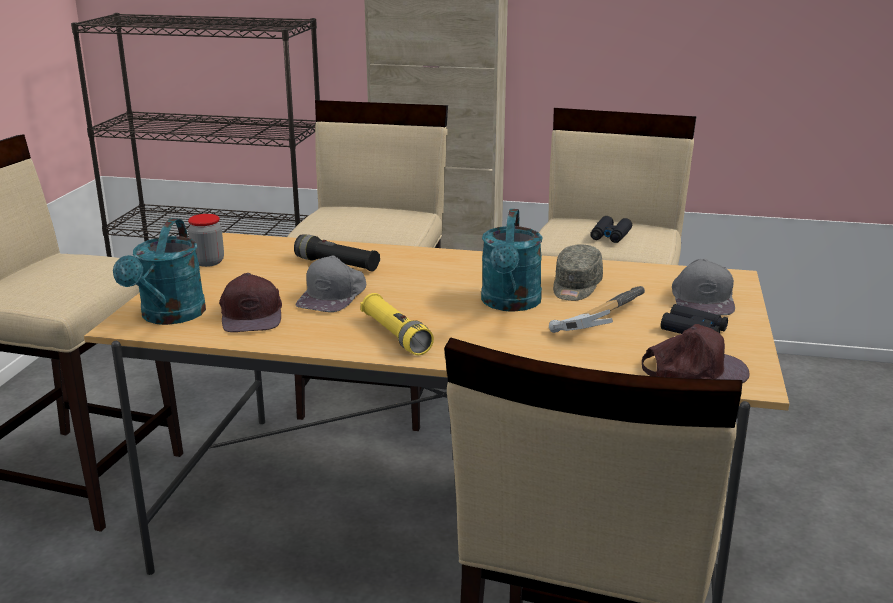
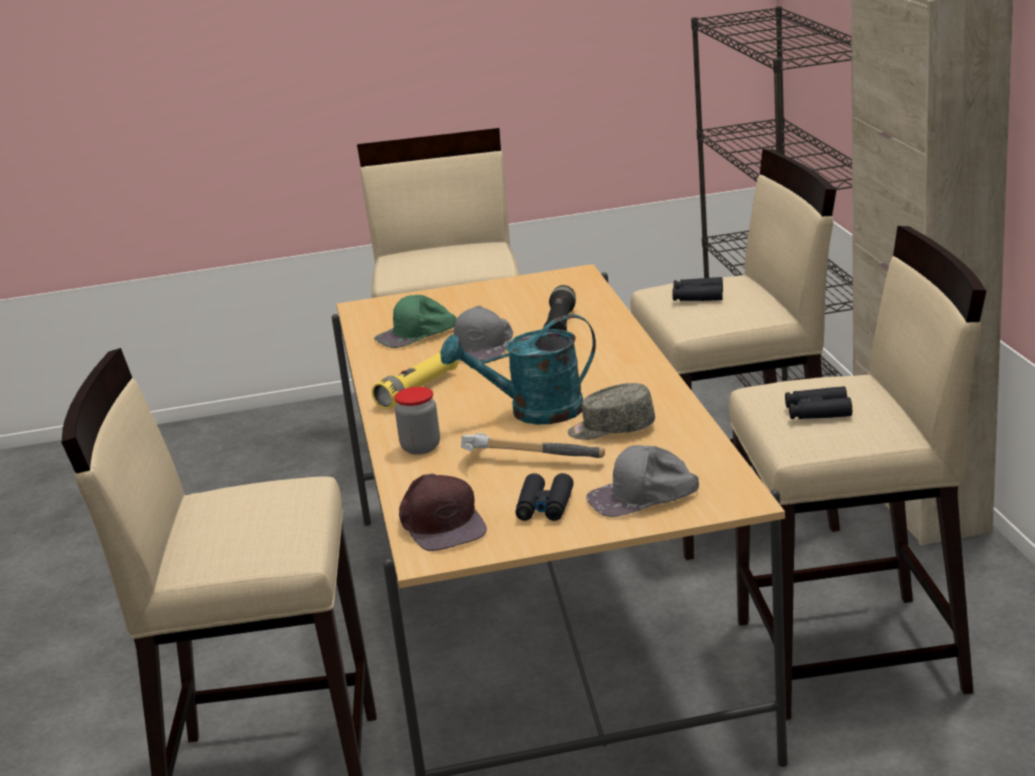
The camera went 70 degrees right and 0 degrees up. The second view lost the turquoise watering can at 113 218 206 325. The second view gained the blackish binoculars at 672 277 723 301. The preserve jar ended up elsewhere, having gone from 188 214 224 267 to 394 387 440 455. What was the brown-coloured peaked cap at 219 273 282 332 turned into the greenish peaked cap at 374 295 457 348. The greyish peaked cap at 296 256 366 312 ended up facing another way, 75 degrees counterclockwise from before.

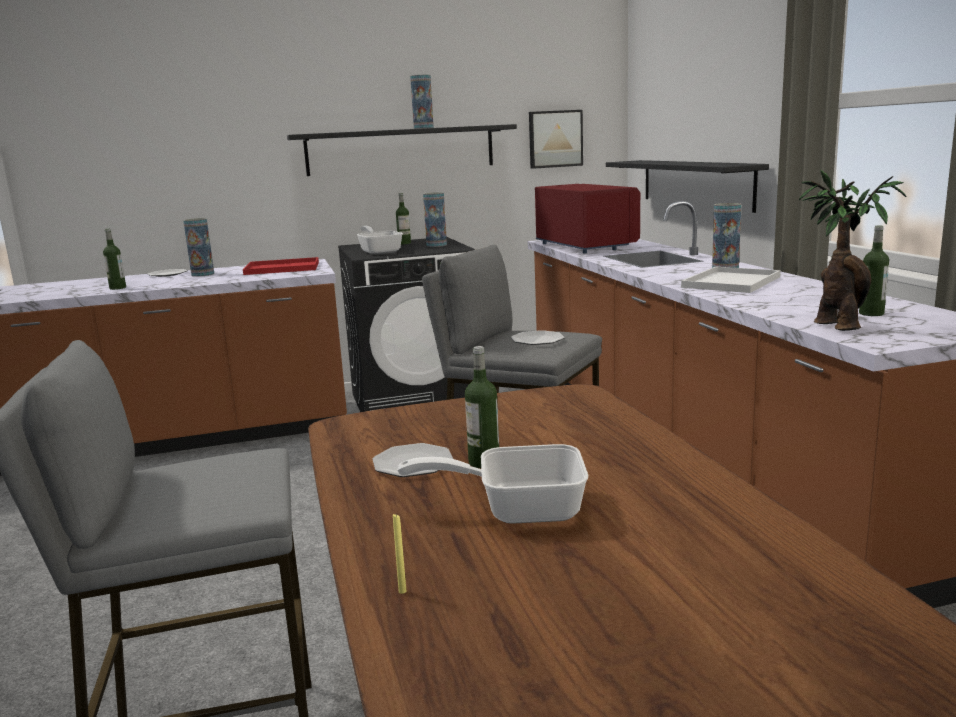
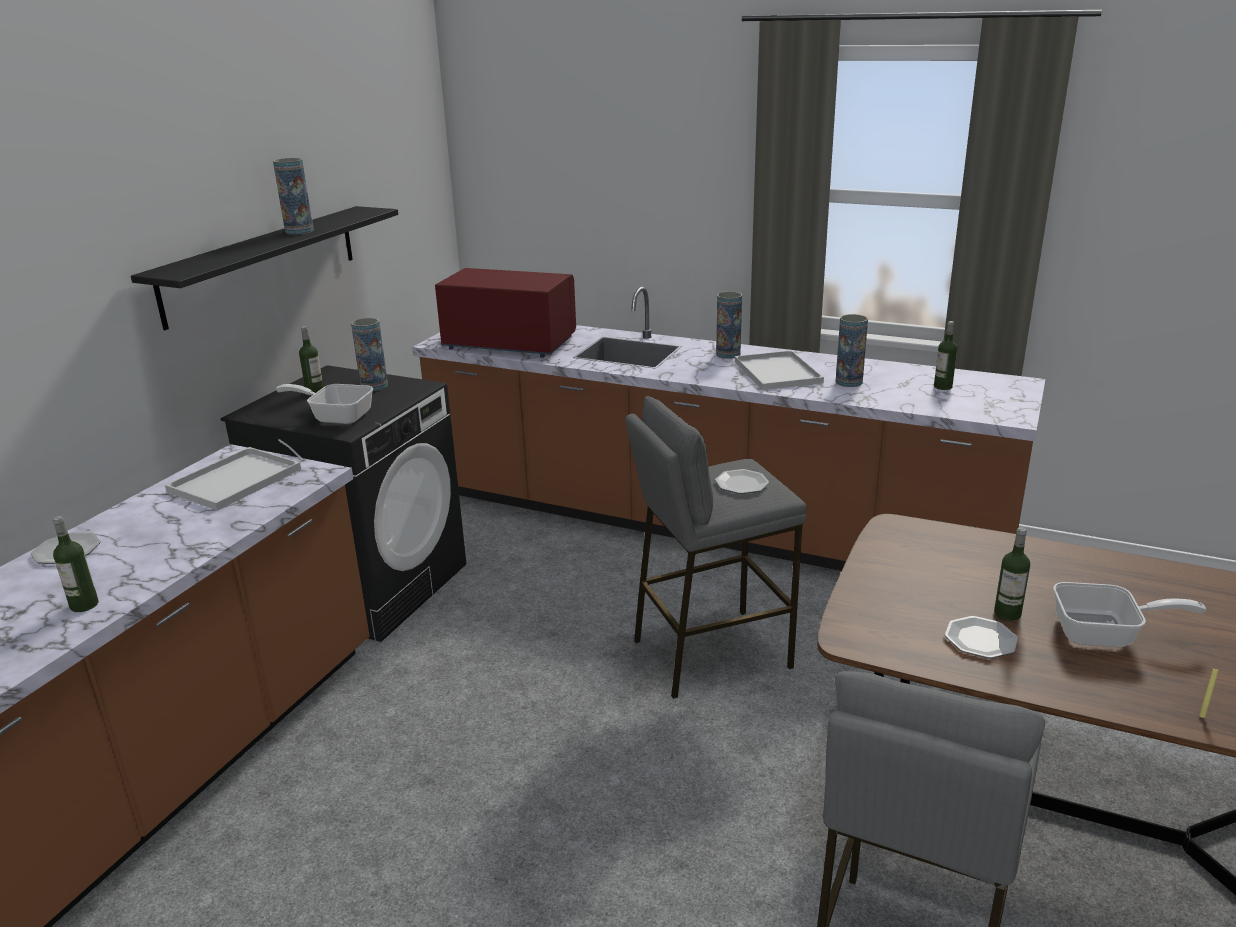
The camera went 50 degrees left and 10 degrees up. The second view lost the picture at 529 110 583 169. The second view lost the blackish shelf at 606 160 769 213. The second view lost the potted plant at 799 170 907 331. The flower vase ended up elsewhere, having gone from 183 218 214 277 to 836 314 868 387. What was the red serving tray at 243 257 319 275 turned into the white-coloured serving tray at 165 447 301 511. The pan at 398 444 588 524 ended up facing another way, 120 degrees counterclockwise from before.

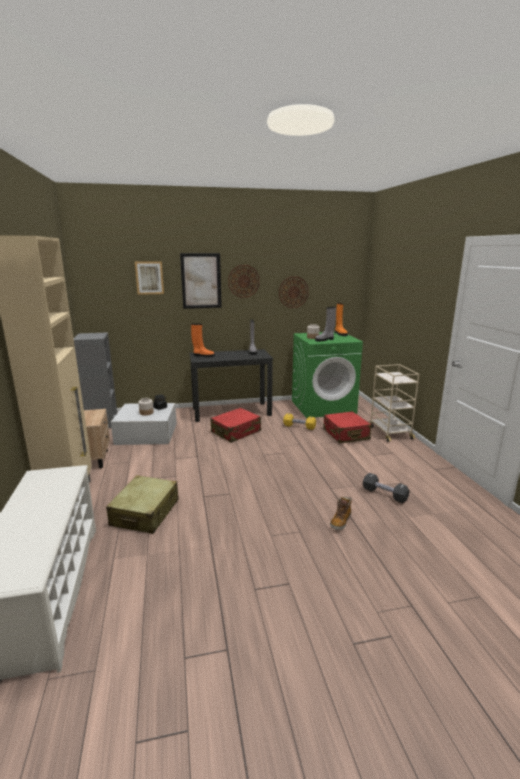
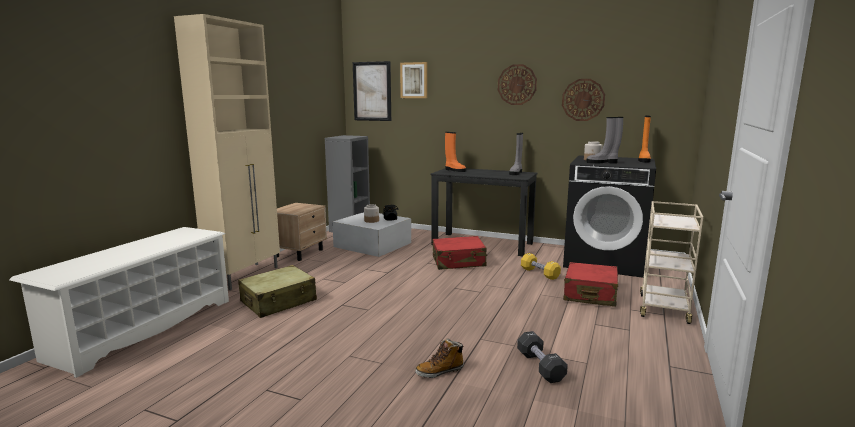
The camera went 35 degrees right and 5 degrees down. The picture ended up elsewhere, having gone from 180 253 222 309 to 353 61 391 121. What was the greenish laundry machine at 292 332 363 418 turned into the blackish laundry machine at 563 155 656 278.

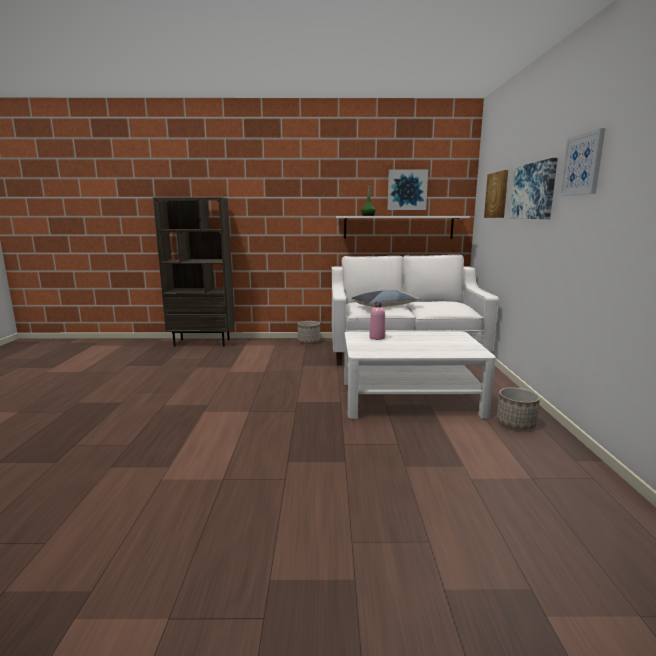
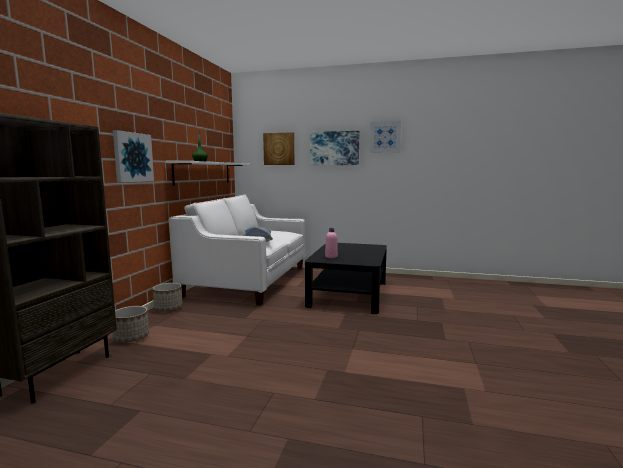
The camera went 75 degrees left and 5 degrees down. The picture ended up elsewhere, having gone from 387 170 428 210 to 113 130 154 182. The plant pot ended up elsewhere, having gone from 497 387 540 430 to 113 306 149 343. What was the white-coloured coffee table at 344 331 496 419 turned into the blackish coffee table at 305 243 387 314.

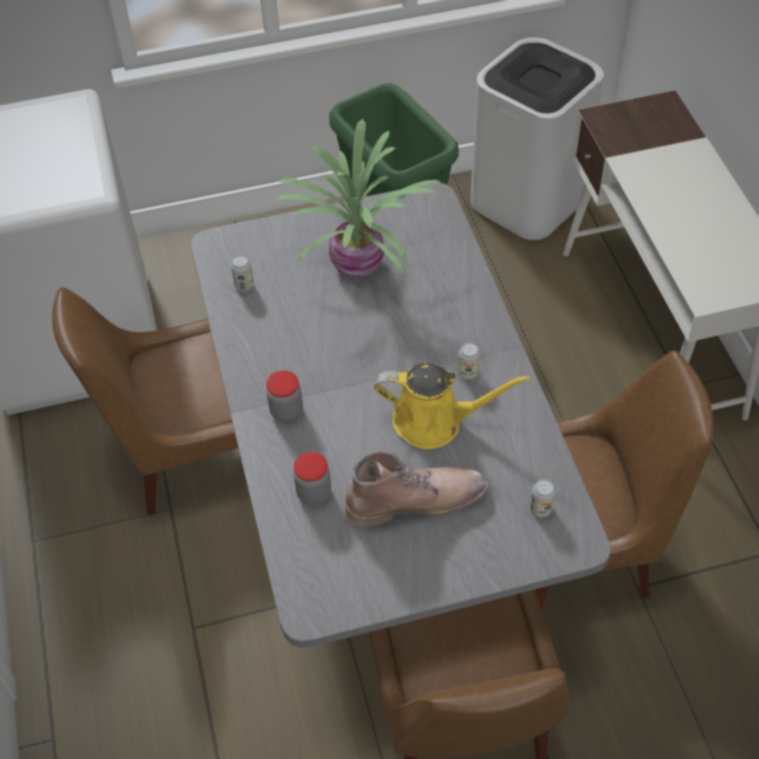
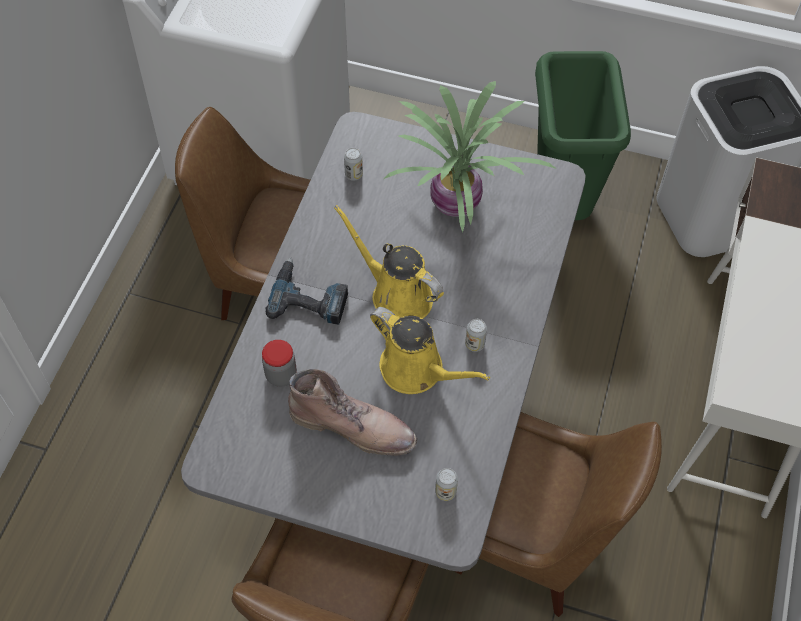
The camera went 30 degrees right and 5 degrees up. The second view gained the yellow watering can at 334 205 444 319. Where the preserve jar stood at 266 371 303 422, the electric drill came to stand at 266 257 348 325.

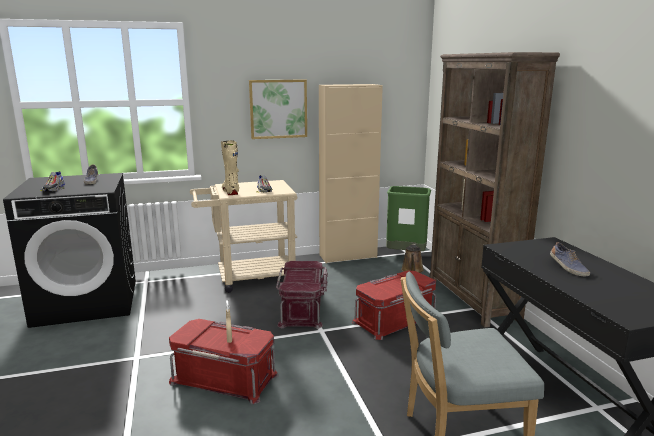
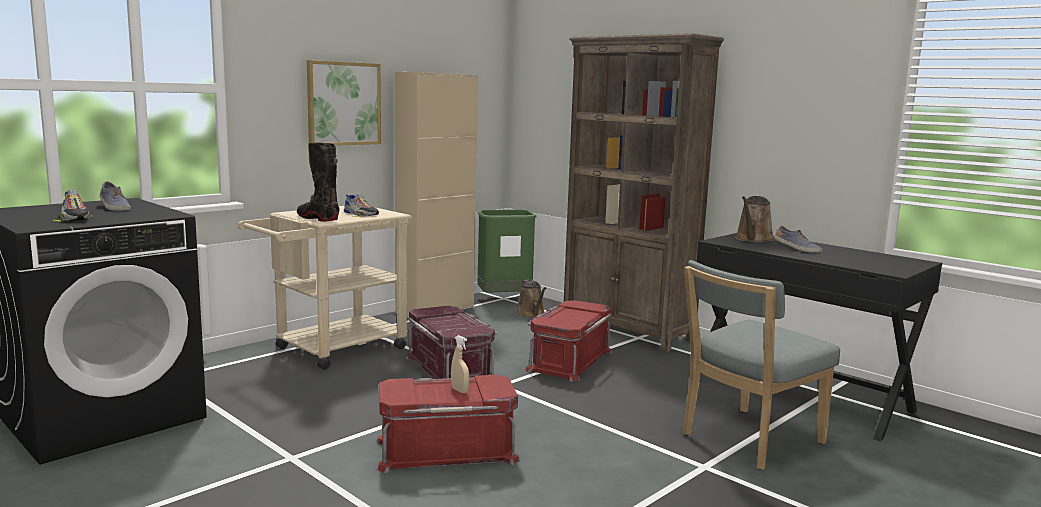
The camera went 30 degrees left and 5 degrees down. The second view gained the brown-coloured watering can at 735 196 774 243. What was the sand-coloured boot at 221 140 239 195 turned into the blackish boot at 297 142 340 222.

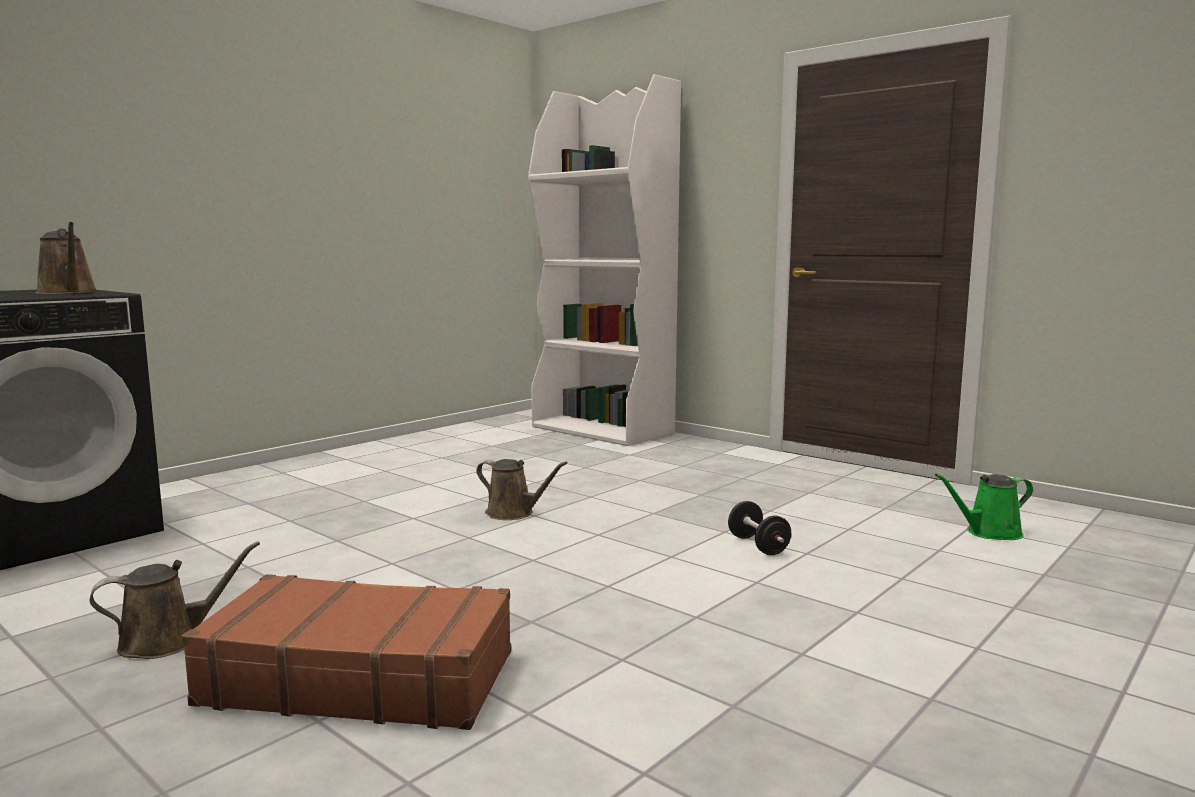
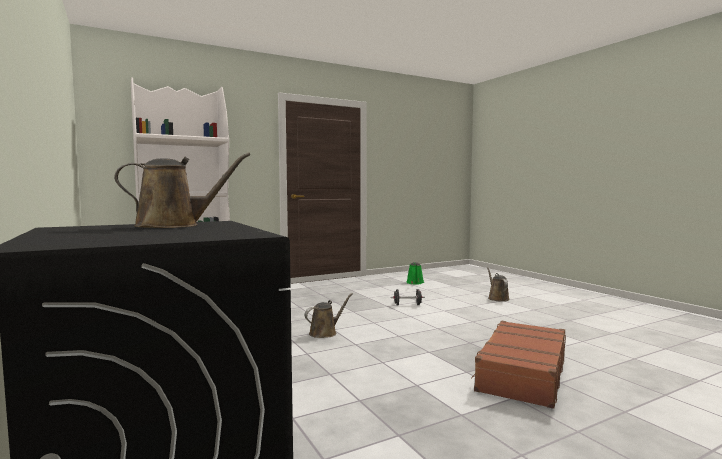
The camera went 70 degrees left and 5 degrees down. The brown-coloured watering can ended up elsewhere, having gone from 90 541 260 659 to 487 267 509 302.

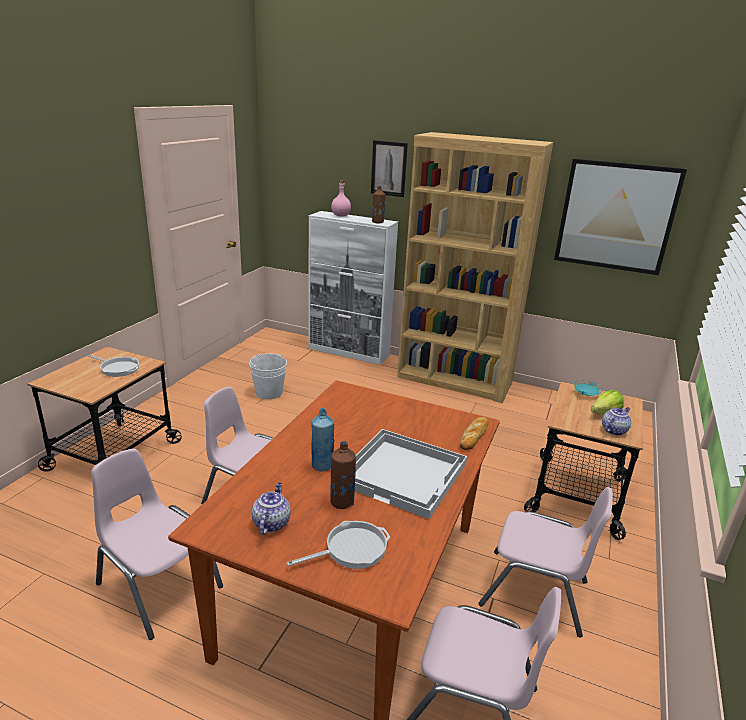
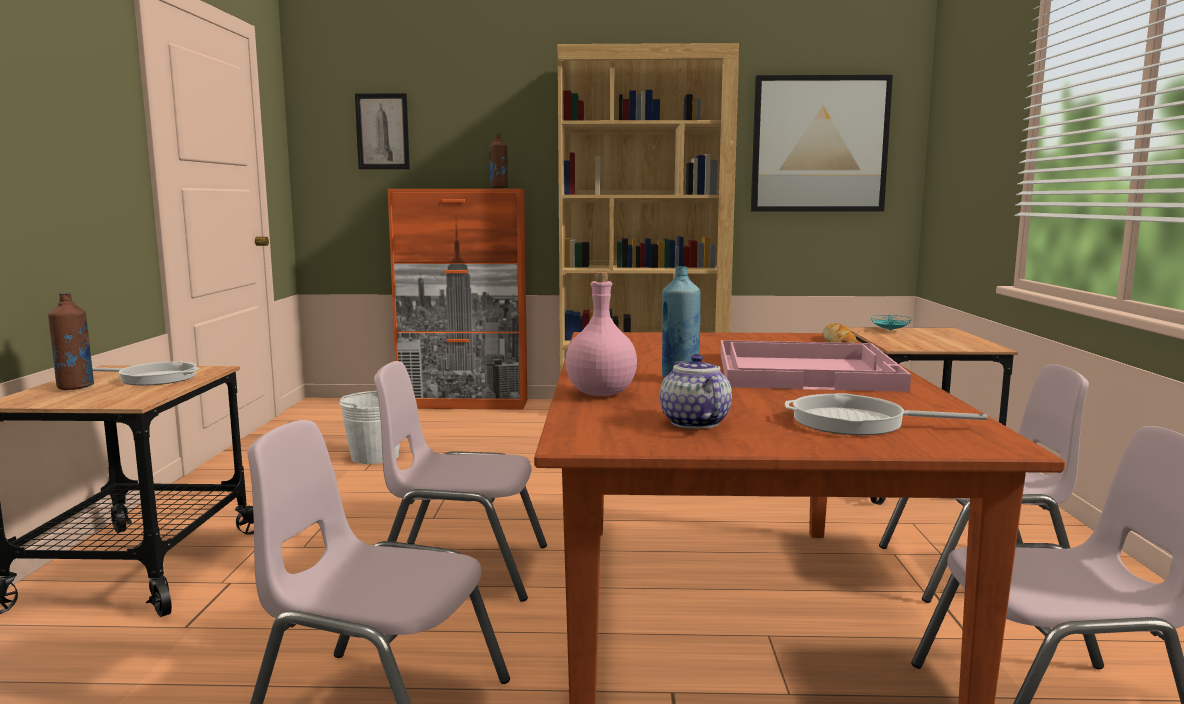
The camera went 20 degrees left and 15 degrees down. The second view lost the lettuce at 591 390 624 414. The second view lost the tea pot at 602 407 631 436. The brown-coloured beverage bottle ended up elsewhere, having gone from 330 441 356 509 to 48 293 94 390. The pink-coloured beverage bottle ended up elsewhere, having gone from 331 180 351 217 to 565 272 637 396. The picture ended up elsewhere, having gone from 371 140 408 197 to 355 93 410 169. What was the white-coloured cabinet at 309 211 398 365 turned into the orange-coloured cabinet at 387 189 527 409. What was the white-coloured serving tray at 355 429 467 519 turned into the pink-coloured serving tray at 720 340 911 392. The pan at 287 521 390 569 ended up facing another way, 120 degrees counterclockwise from before.

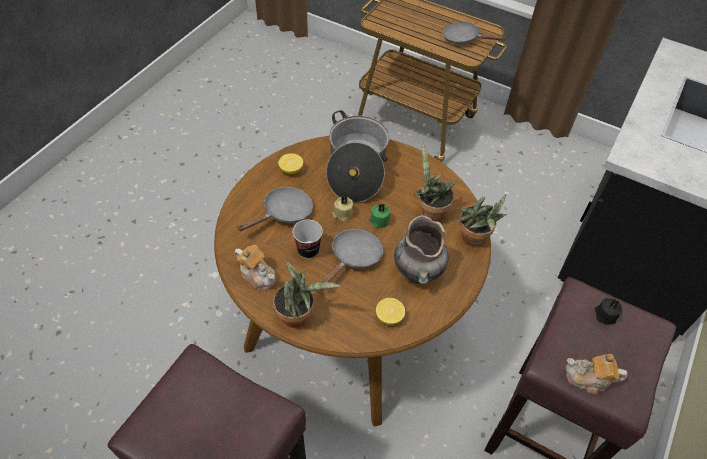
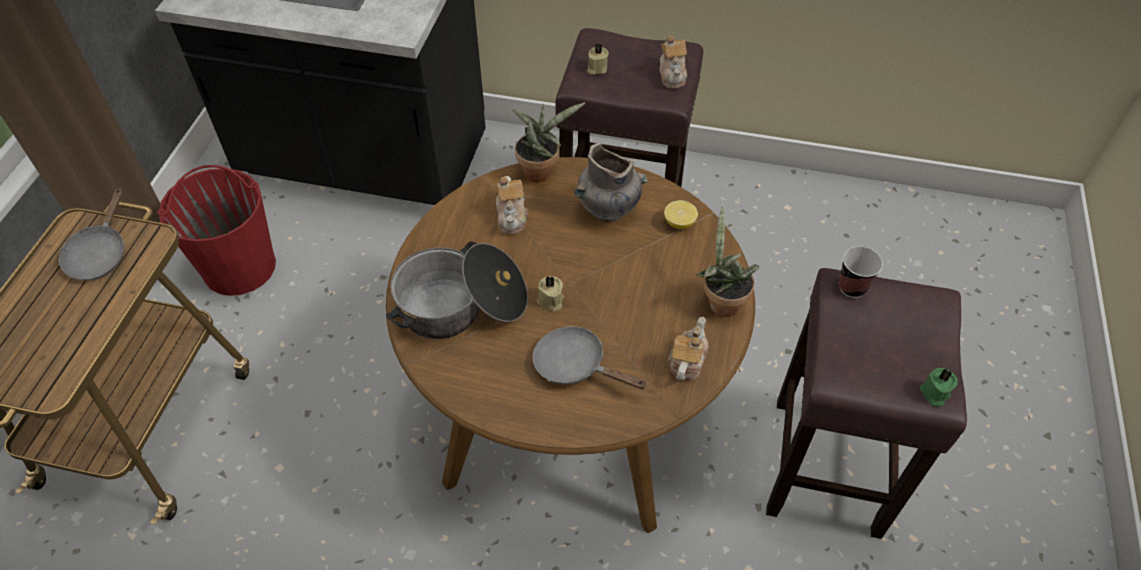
The camera went 105 degrees left and 0 degrees up. The second view lost the lemon at 278 153 303 174. The second view lost the greyish pan at 320 229 383 282. The second view gained the red bucket at 158 165 276 296. The cup ended up elsewhere, having gone from 293 220 323 259 to 839 246 883 298. The greenish wax candle ended up elsewhere, having gone from 369 204 390 228 to 920 368 957 407. Where the potted plant stood at 414 142 457 222, the tea pot came to stand at 496 176 528 235. What was the blackish wax candle at 595 298 622 325 turned into the sand-coloured wax candle at 587 44 609 75.

